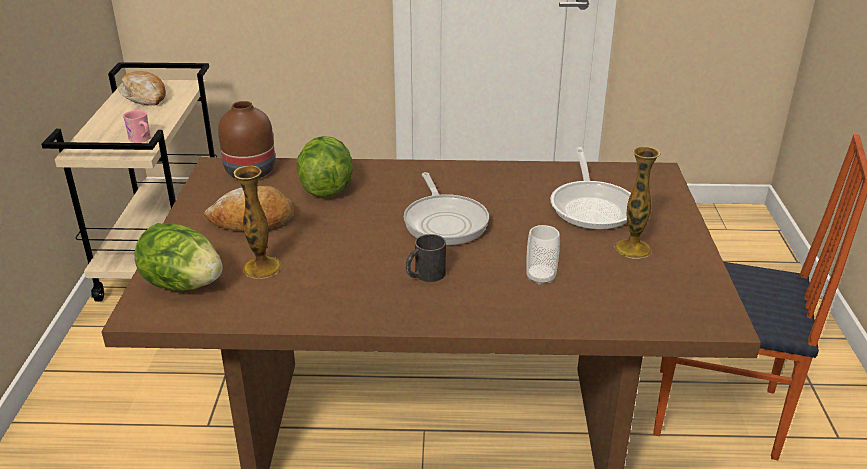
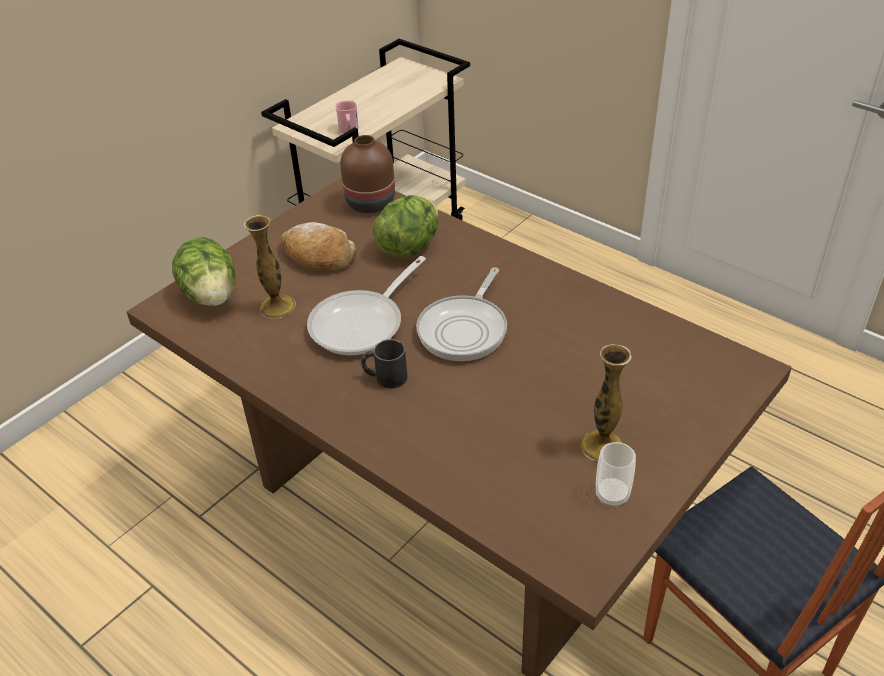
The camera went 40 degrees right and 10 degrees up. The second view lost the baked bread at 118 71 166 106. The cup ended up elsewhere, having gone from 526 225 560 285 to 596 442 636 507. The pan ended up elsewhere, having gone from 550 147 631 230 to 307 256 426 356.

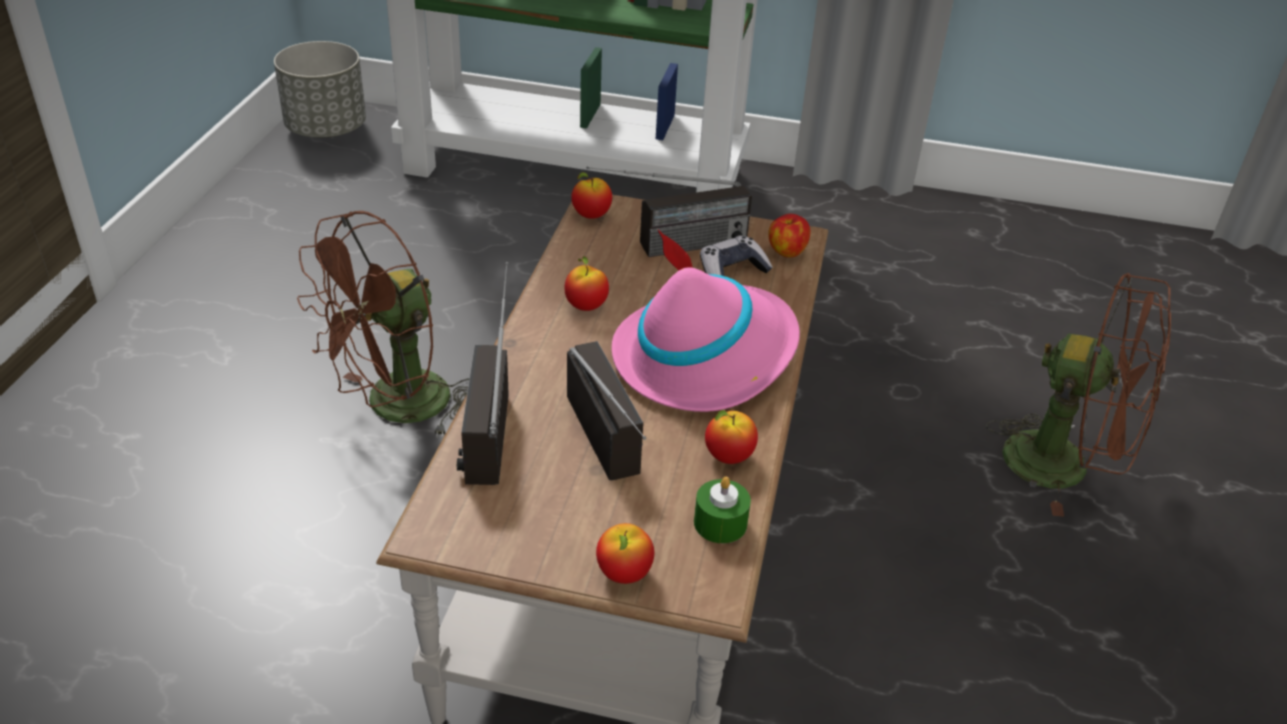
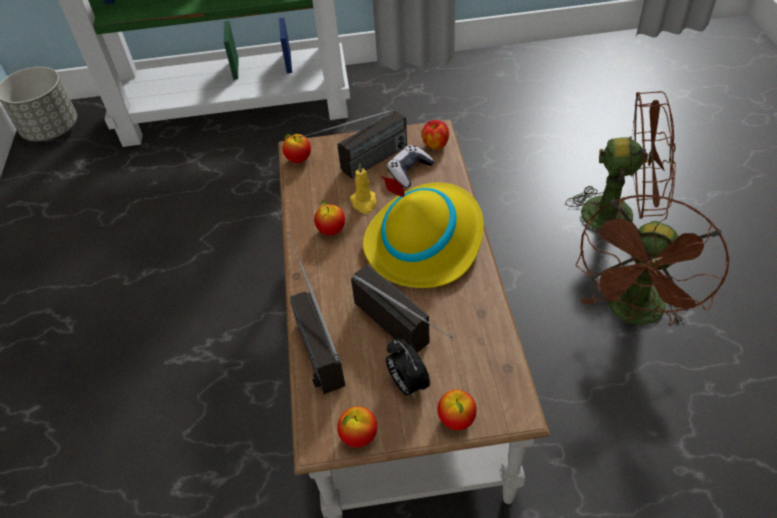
The camera went 15 degrees left and 10 degrees up. The second view lost the greenish wax candle at 694 477 751 543. The second view gained the yellow wax candle at 350 163 377 214. The second view gained the alarm clock at 386 339 430 398. The brown-coloured fan ended up elsewhere, having gone from 297 211 470 438 to 576 195 730 326. The apple ended up elsewhere, having gone from 705 410 758 464 to 337 406 377 448. What was the pink-coloured clothing hat at 612 229 800 412 turned into the yellow clothing hat at 363 176 484 288.

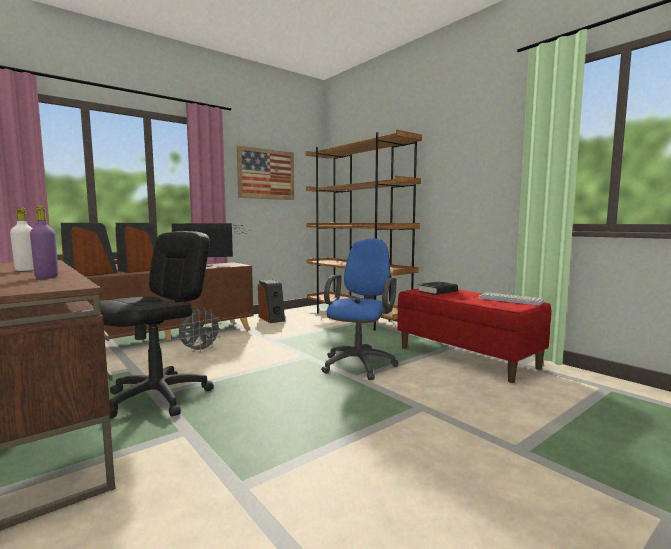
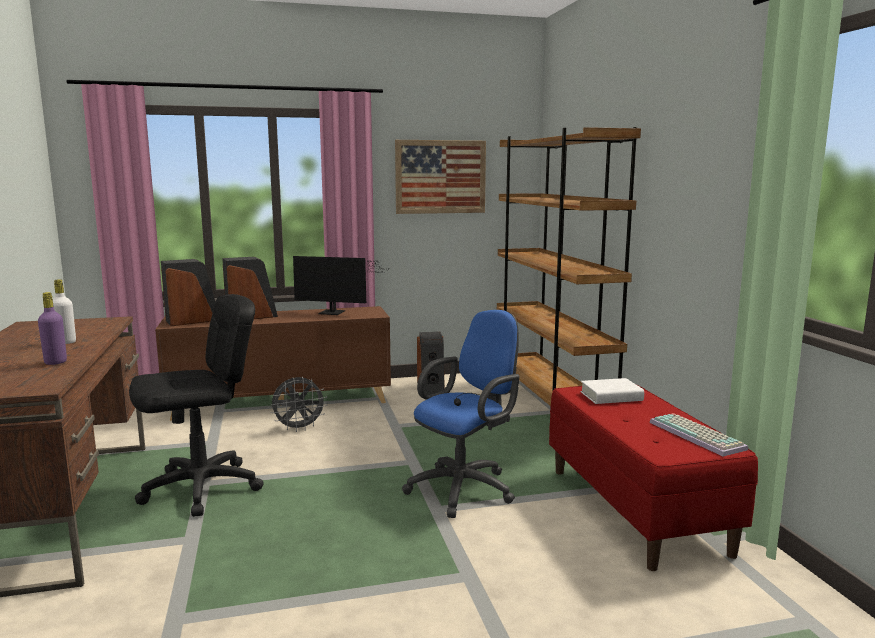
The camera went 25 degrees right and 5 degrees up. What was the blackish book at 418 281 458 295 turned into the white-coloured book at 581 378 644 404.

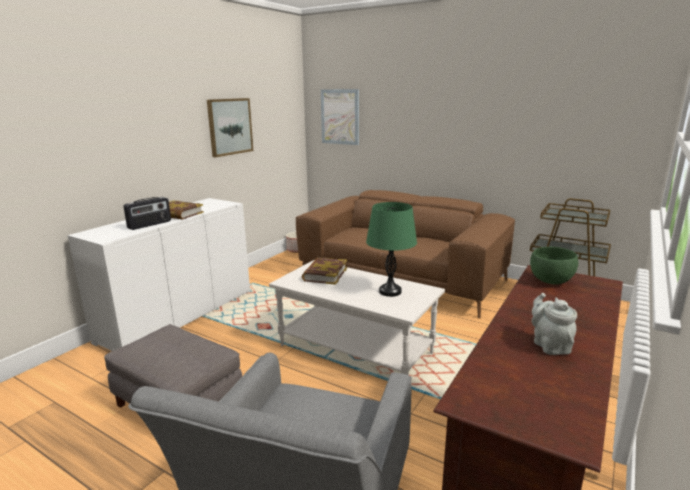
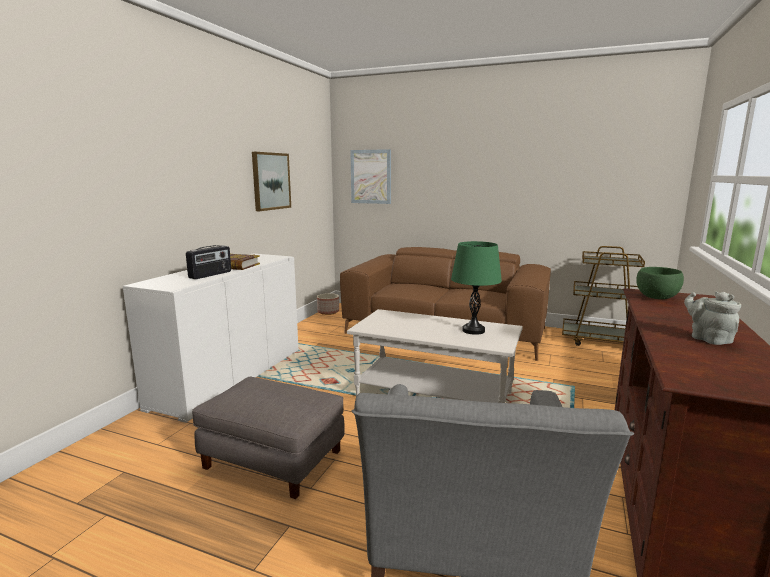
The camera went 10 degrees left and 5 degrees down. The second view lost the book at 302 257 347 285.

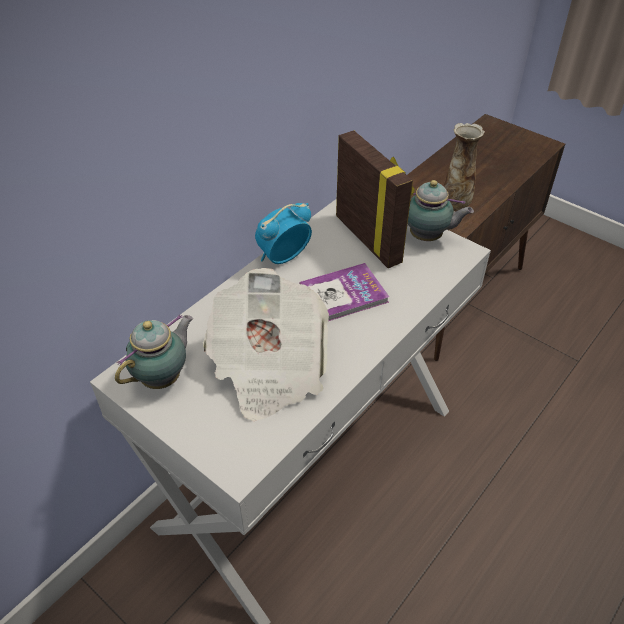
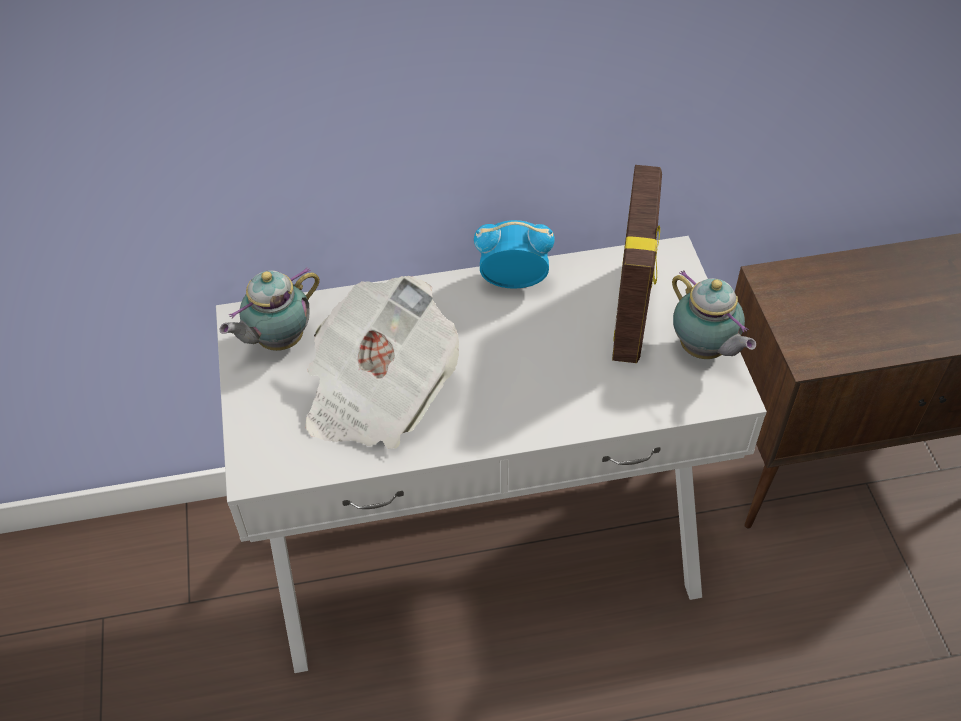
The camera went 40 degrees right and 5 degrees up. The second view lost the book at 299 263 389 321. The second view lost the flower vase at 444 123 485 211. The tea pot at 115 314 193 389 ended up facing another way, 150 degrees clockwise from before.

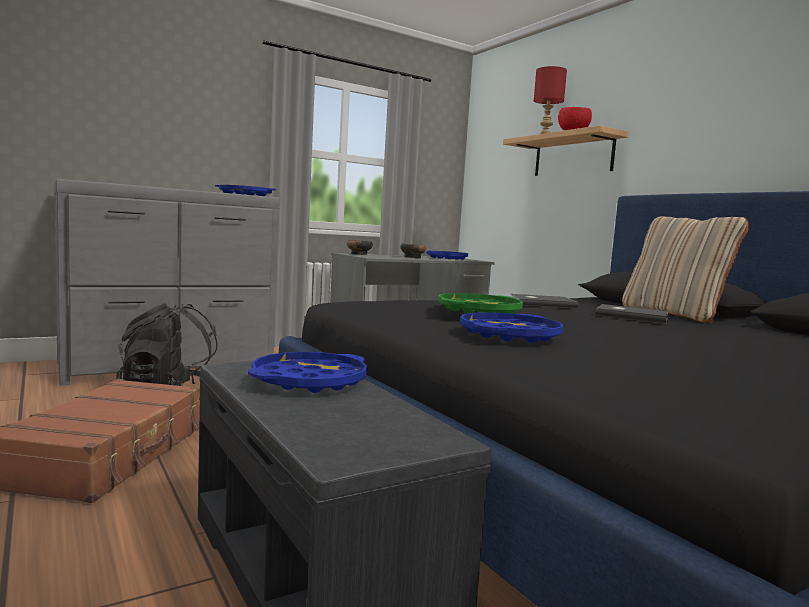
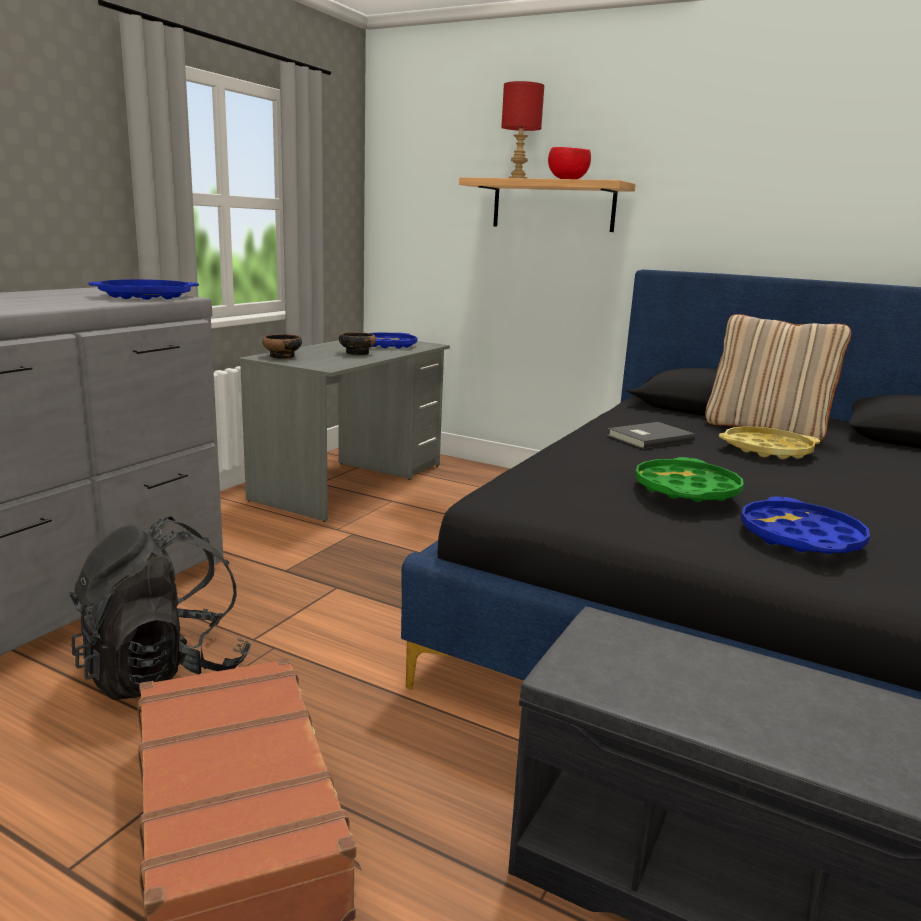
The camera went 30 degrees left and 10 degrees up. The second view lost the blue-coloured serving tray at 248 352 367 393. Where the greyish book stood at 595 304 669 324, the yellow serving tray came to stand at 719 426 820 459.

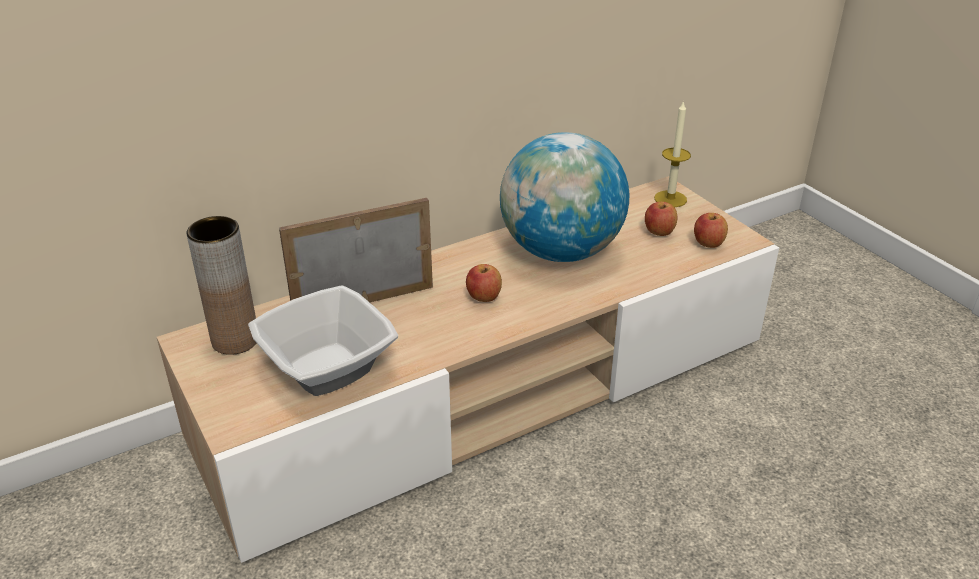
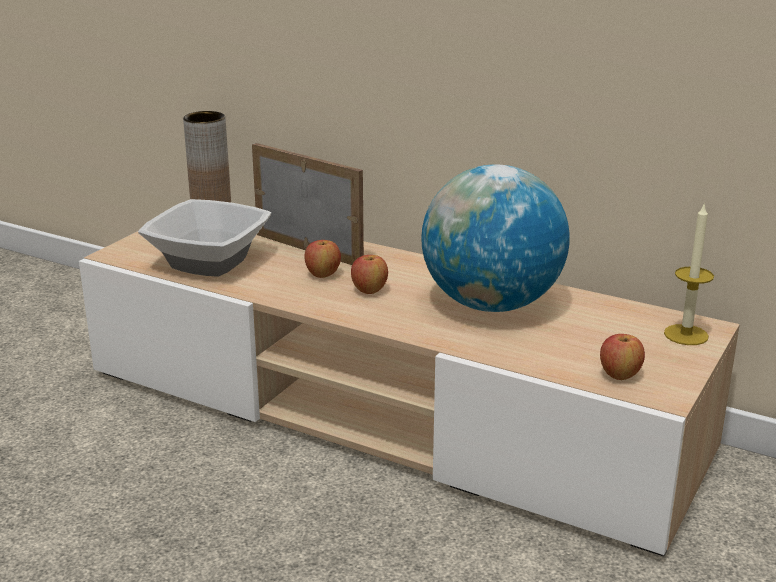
The camera went 60 degrees right and 10 degrees down. The apple ended up elsewhere, having gone from 645 202 678 236 to 305 240 341 278.

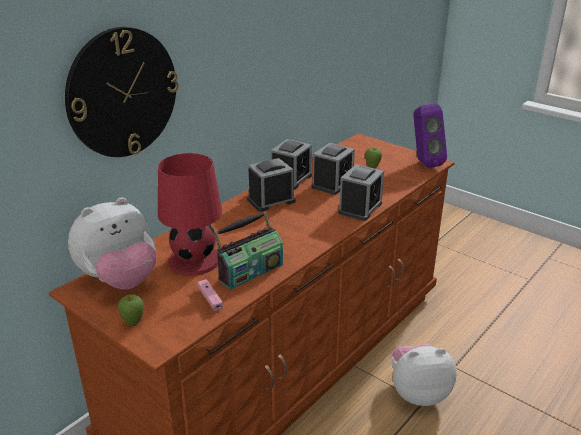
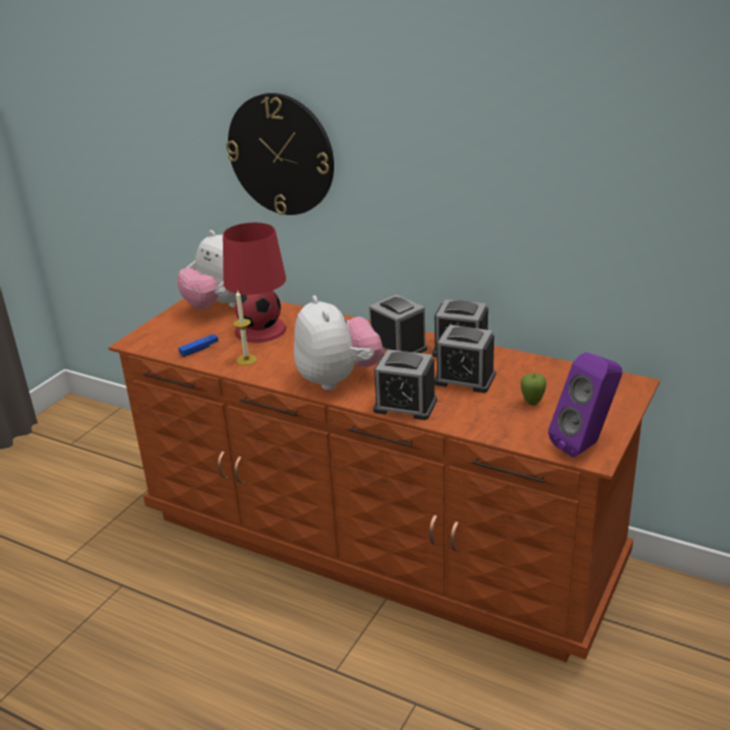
The camera went 80 degrees right and 0 degrees up. The second view lost the apple at 118 294 144 326. The soft toy ended up elsewhere, having gone from 392 344 457 406 to 294 295 383 390. Where the radio receiver stood at 214 212 283 290, the wax candle came to stand at 233 291 257 365. What was the pink-coloured joypad at 197 279 223 311 turned into the blue-coloured joypad at 178 334 218 357.

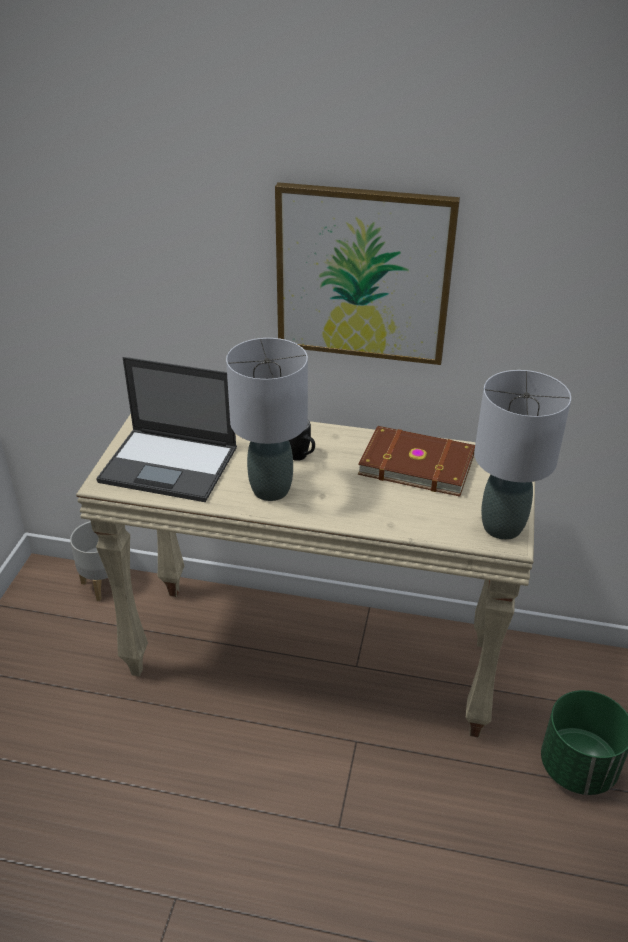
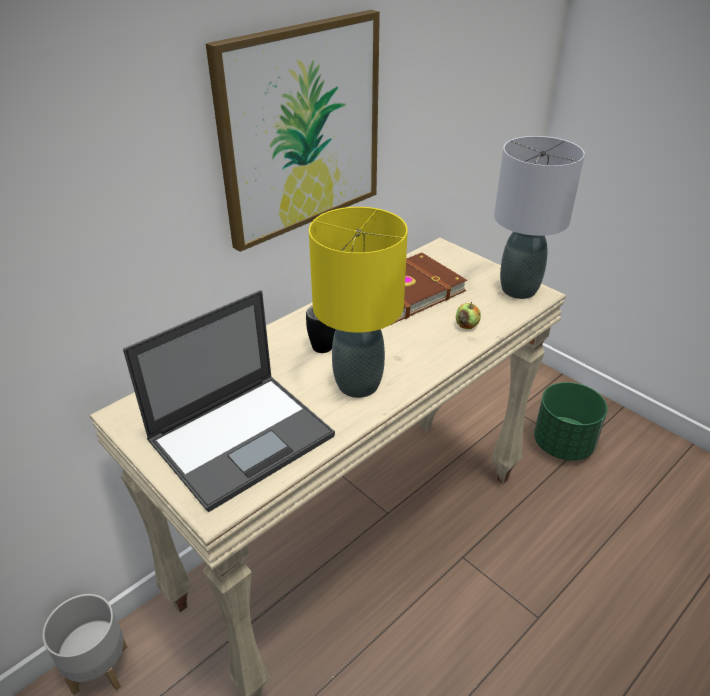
The camera went 55 degrees left and 0 degrees up. The second view gained the apple at 456 302 481 329. What was the greyish tabletop lamp at 226 338 308 501 turned into the yellow tabletop lamp at 309 207 408 398.

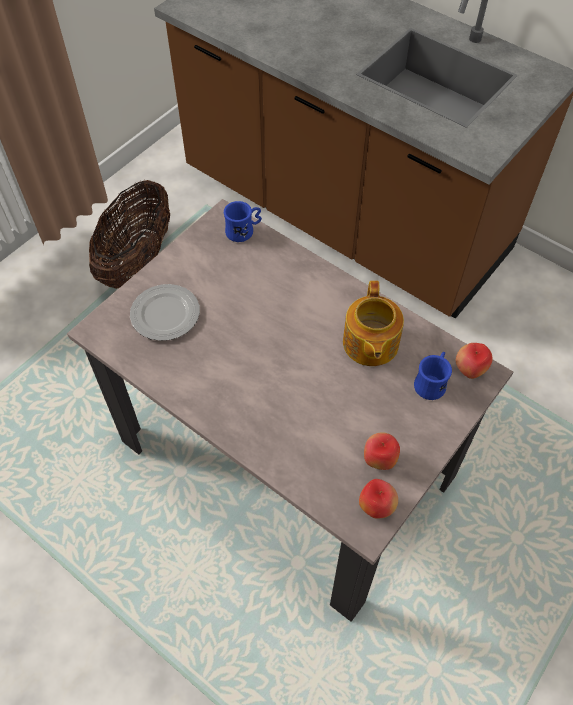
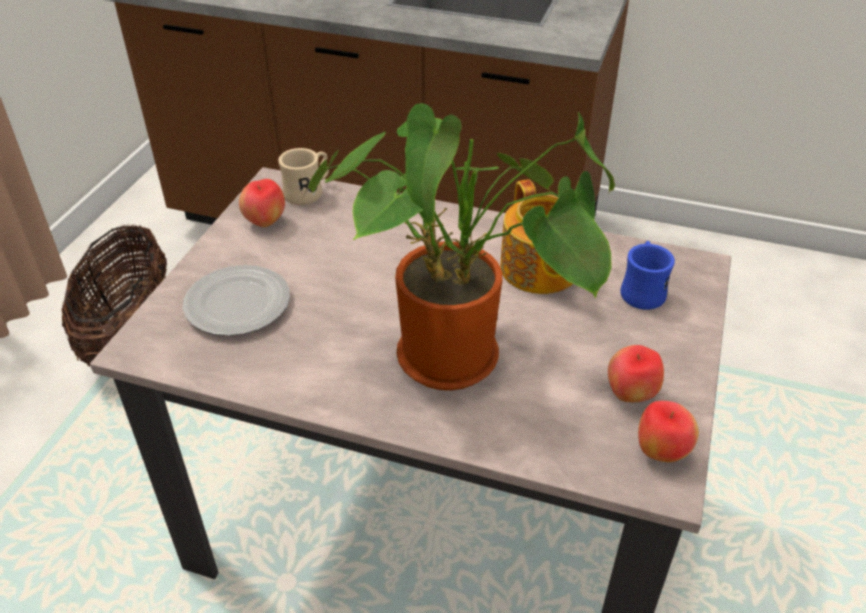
The camera went 20 degrees left and 15 degrees down. The second view gained the potted plant at 308 103 615 390. The apple ended up elsewhere, having gone from 456 343 493 379 to 239 179 285 227. What was the blue-coloured coffee mug at 224 201 262 242 turned into the sand-coloured coffee mug at 278 148 329 205.

